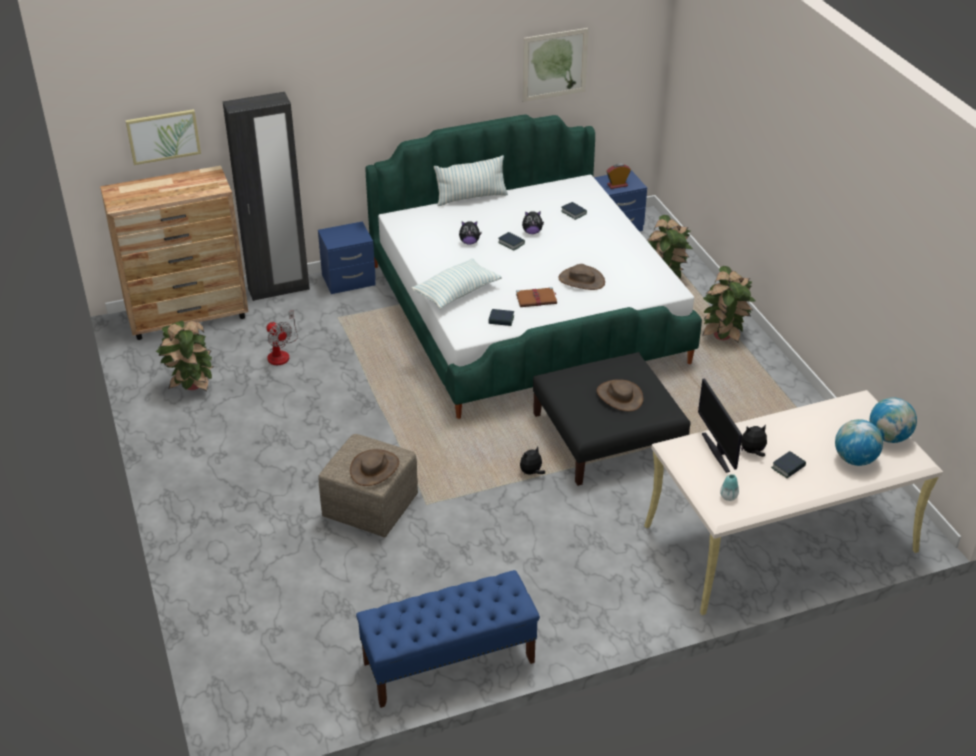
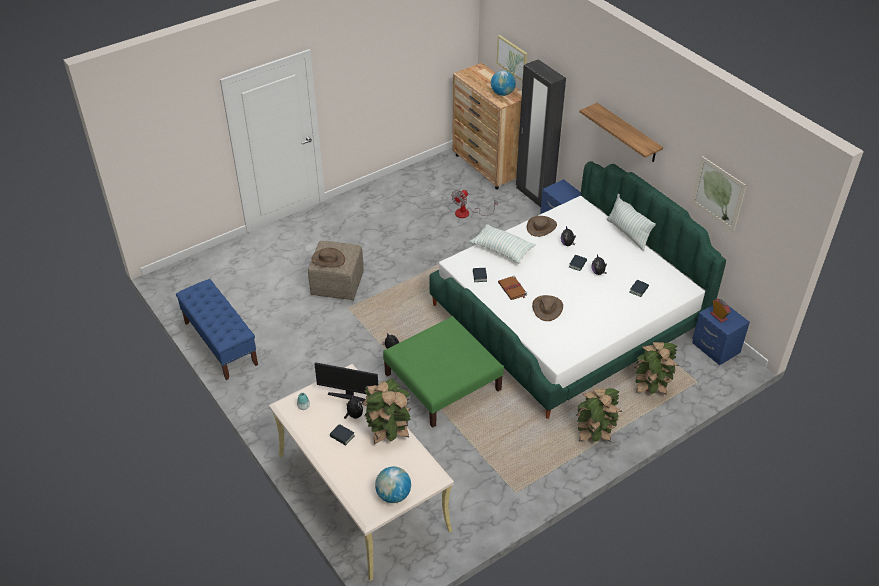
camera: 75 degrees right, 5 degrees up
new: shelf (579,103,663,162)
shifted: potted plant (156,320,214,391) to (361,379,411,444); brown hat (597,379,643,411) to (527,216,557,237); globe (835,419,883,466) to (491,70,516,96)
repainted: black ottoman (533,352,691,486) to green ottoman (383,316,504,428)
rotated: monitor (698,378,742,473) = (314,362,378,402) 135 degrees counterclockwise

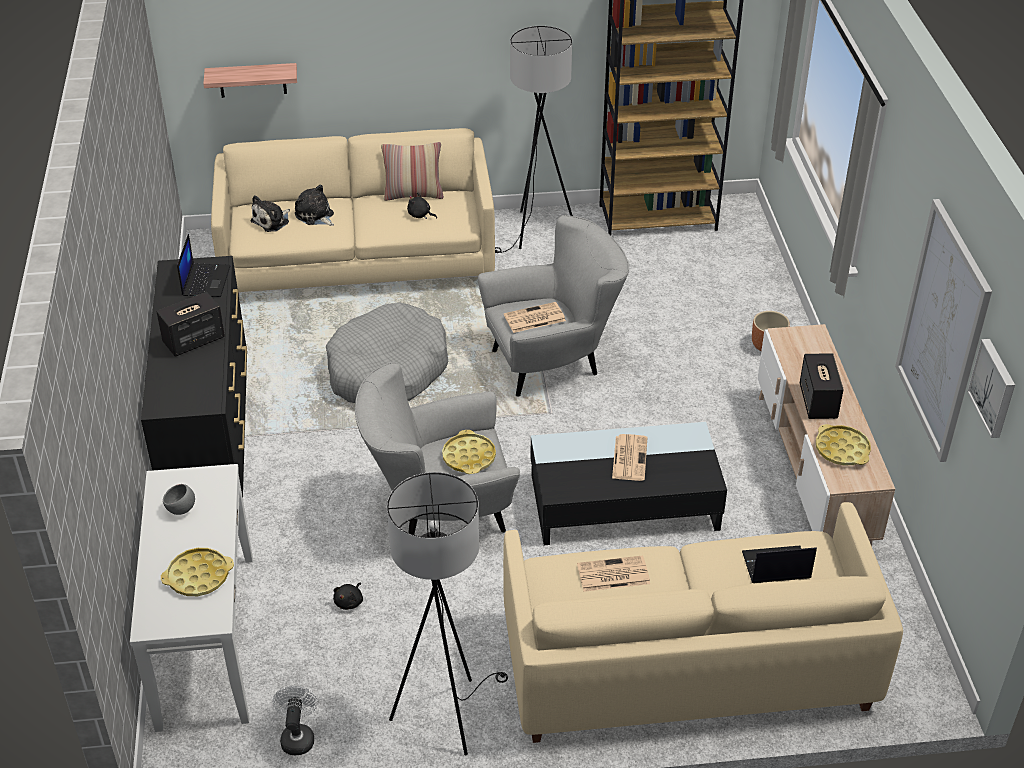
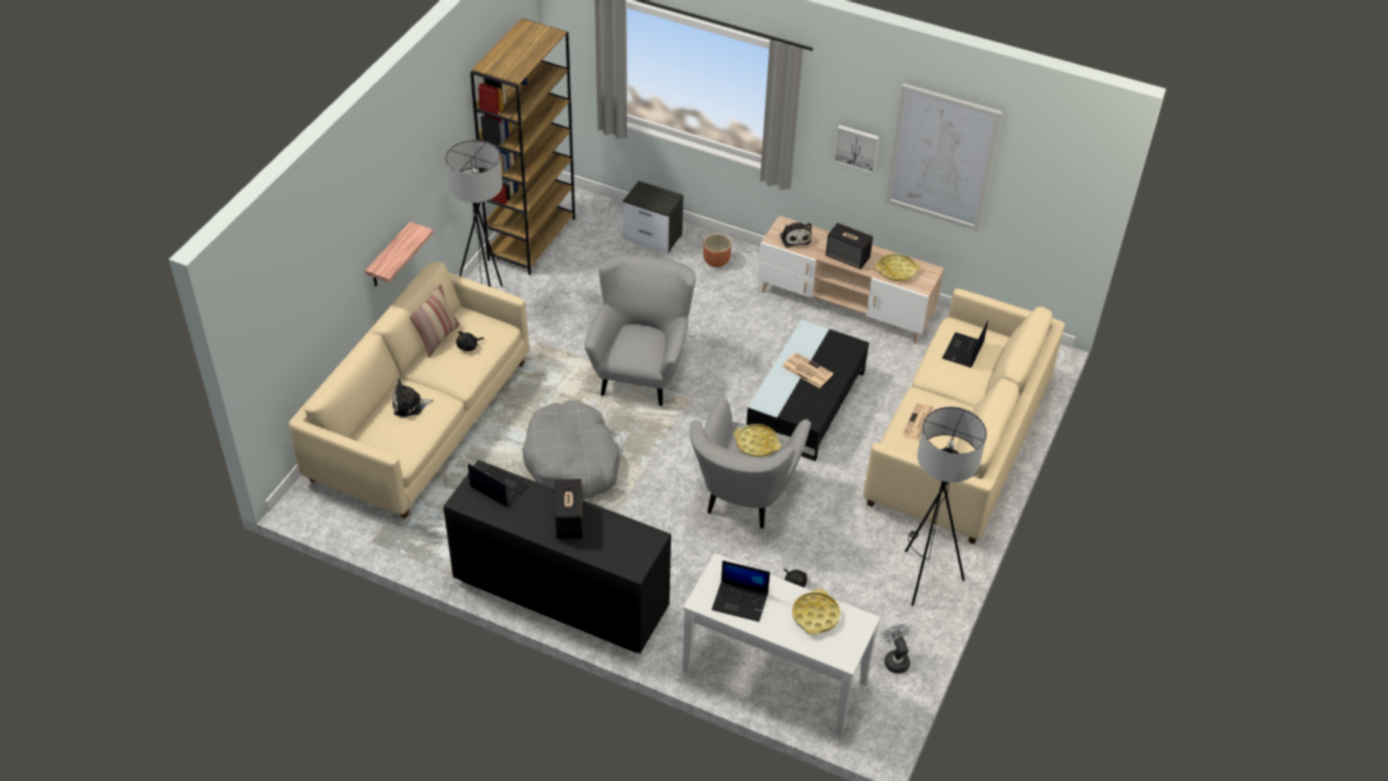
camera: 60 degrees left, 5 degrees up
gone: newspaper (504,302,566,333)
new: nightstand (623,181,684,254)
shifted: shelf (203,63,297,98) to (365,222,434,287); plush toy (250,195,290,232) to (780,222,812,248); picture (967,339,1015,438) to (834,125,880,173)
swapped: grey bowl (163,484,195,515) to laptop (712,561,770,622)
rotated: white fan (273,686,318,755) = (880,622,913,674) 45 degrees clockwise

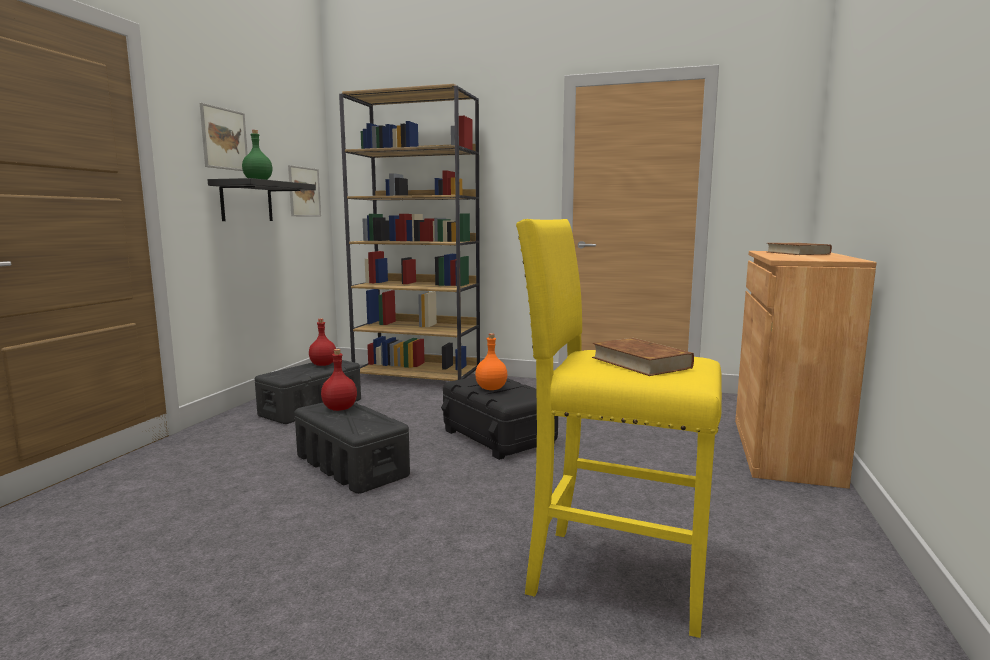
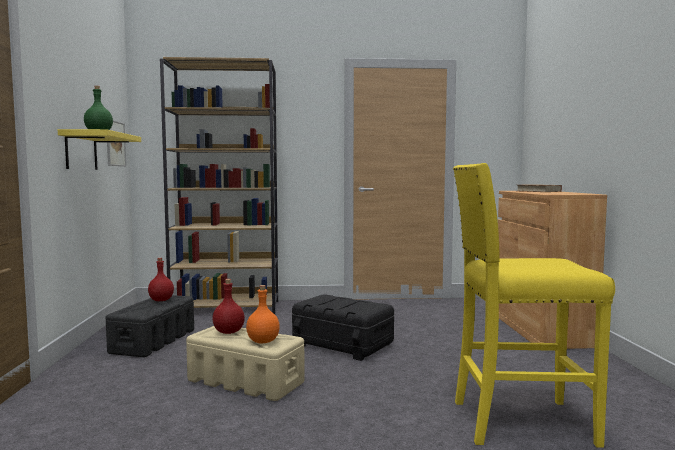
camera: 20 degrees left, 5 degrees down
gone: picture (200,103,248,171); brown book (592,338,694,376)
shifted: orange bottle (475,333,507,390) to (246,285,280,344)
repainted: black shelf (208,178,316,221) to yellow shelf (58,129,141,170); black storage box (295,402,410,494) to beige storage box (186,326,305,401)

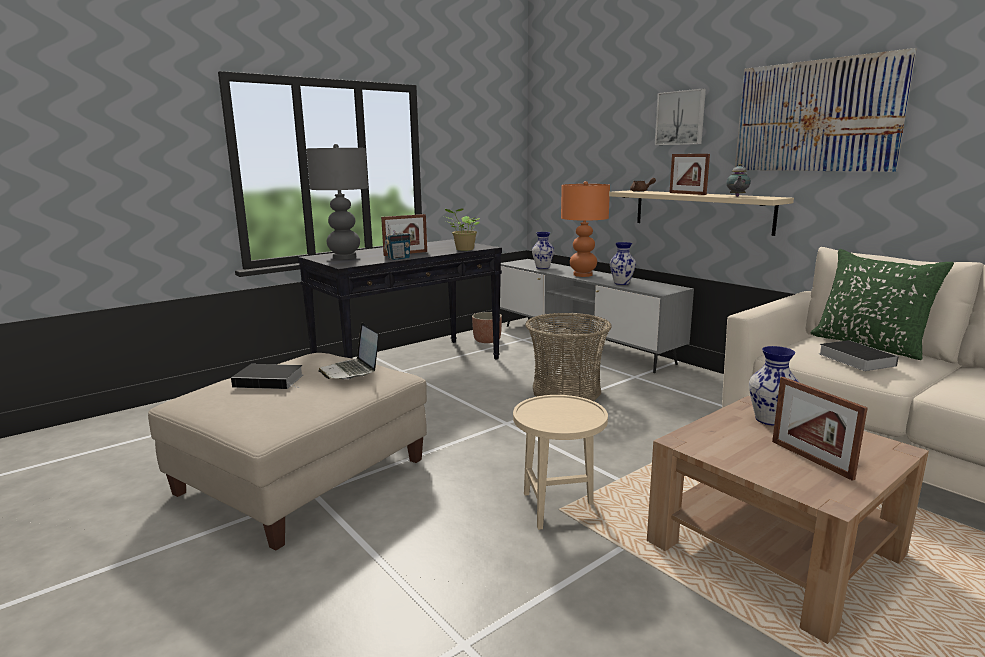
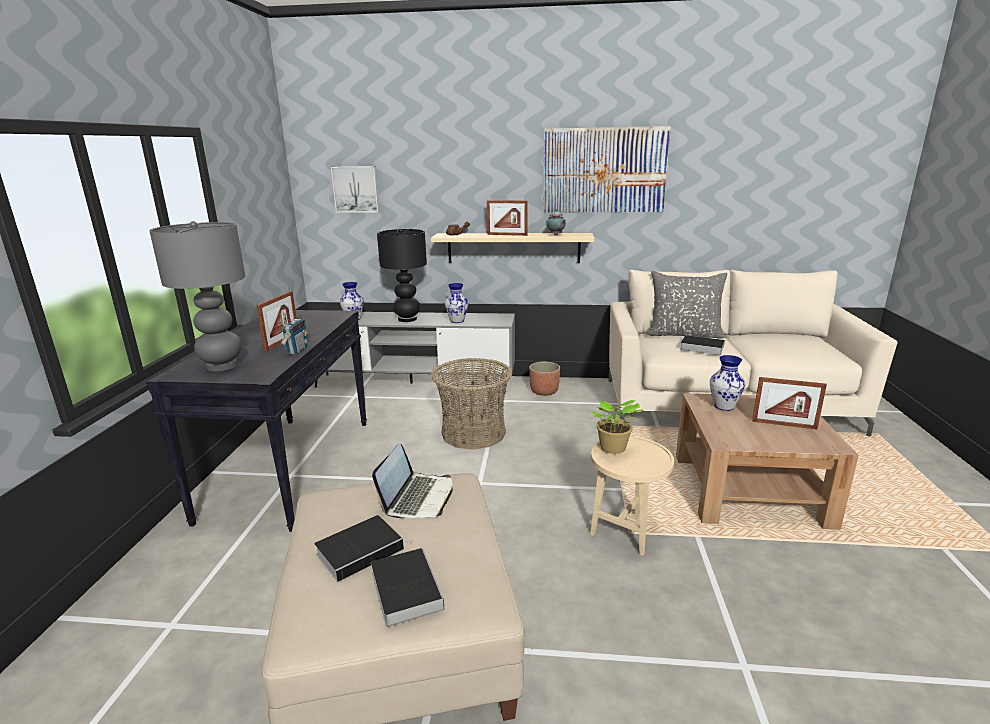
camera: 45 degrees left, 5 degrees up
new: book (371,548,445,627)
shifted: potted plant (445,208,480,251) to (592,400,644,454); planter (472,312,502,343) to (529,362,560,396); picture (655,89,706,145) to (331,166,380,213)
repainted: orange table lamp (561,181,610,277) to black table lamp (377,229,427,322); green pillow (811,249,954,360) to grey pillow (647,271,727,339)
rotated: laptop (318,322,378,379) = (372,443,452,518) 90 degrees counterclockwise

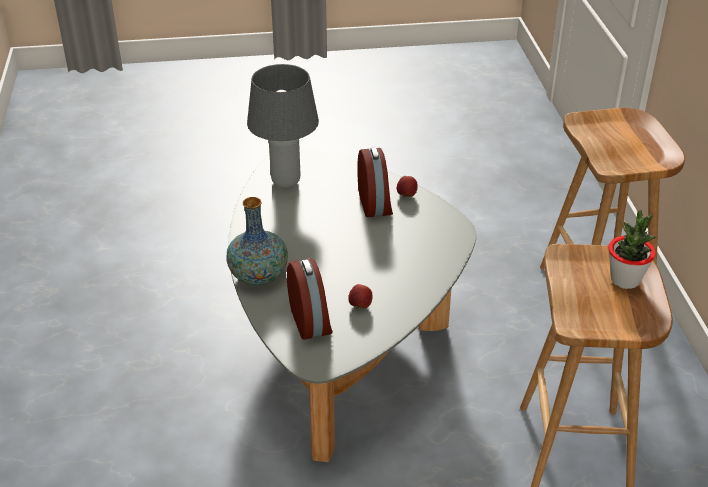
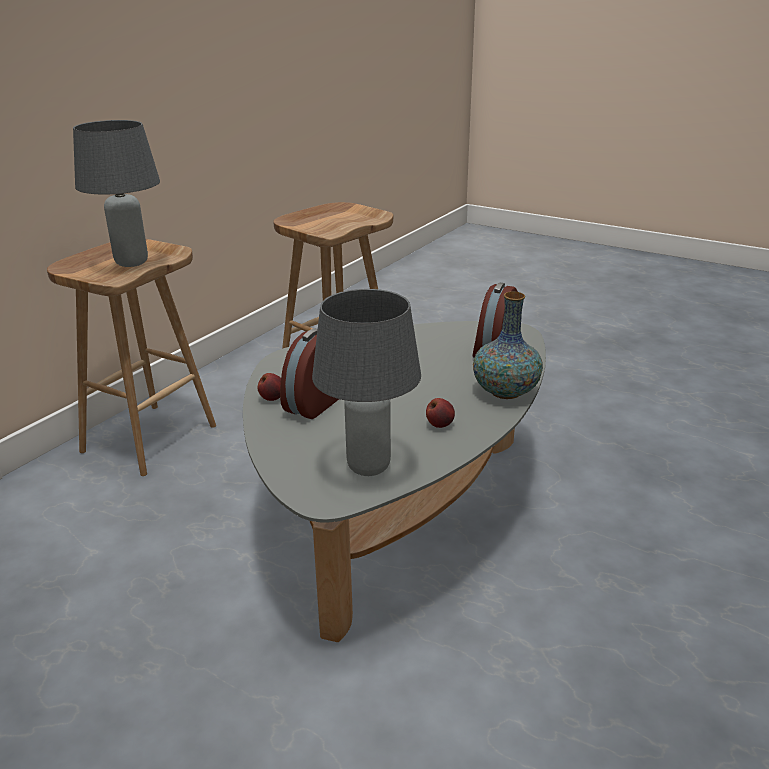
camera: 140 degrees left, 10 degrees down
gone: potted plant (608,210,656,289)
new: grey table lamp (73,120,160,267)
shifted: apple (348,284,372,308) to (426,398,455,428)

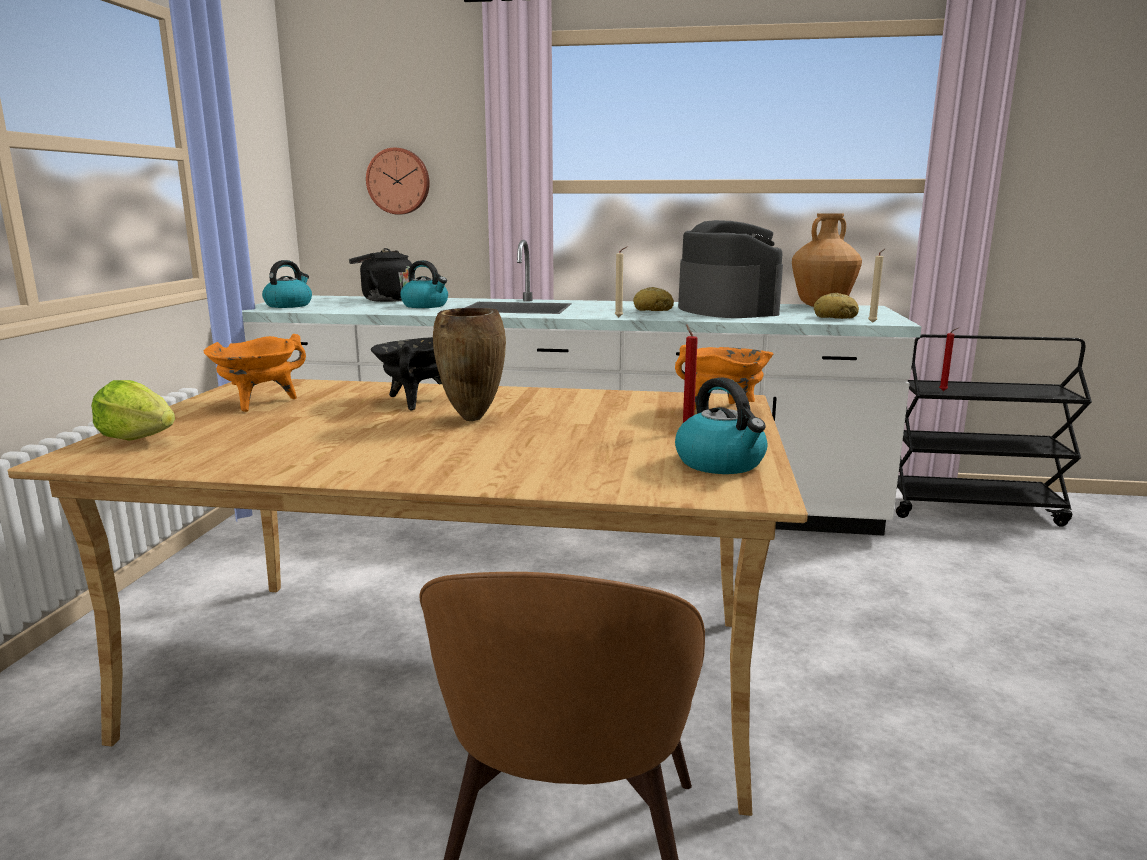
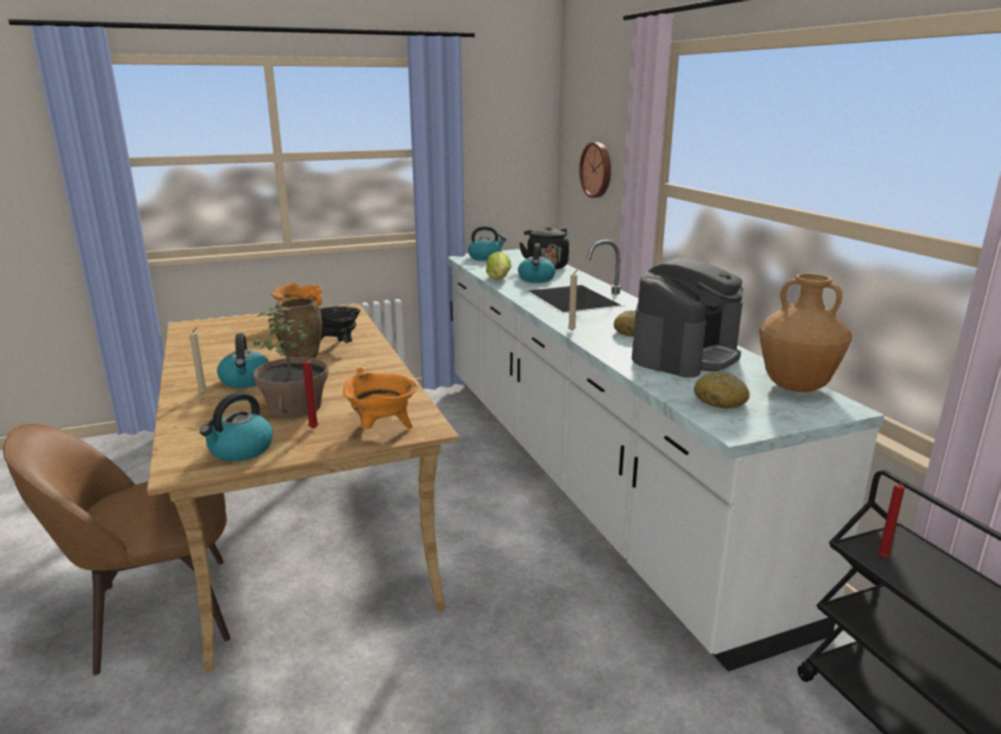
camera: 60 degrees right, 5 degrees up
new: kettle (217,333,269,388); potted plant (253,307,329,418)
shifted: lettuce (91,380,175,441) to (486,251,512,280); beige candle (868,248,886,323) to (189,327,207,394)

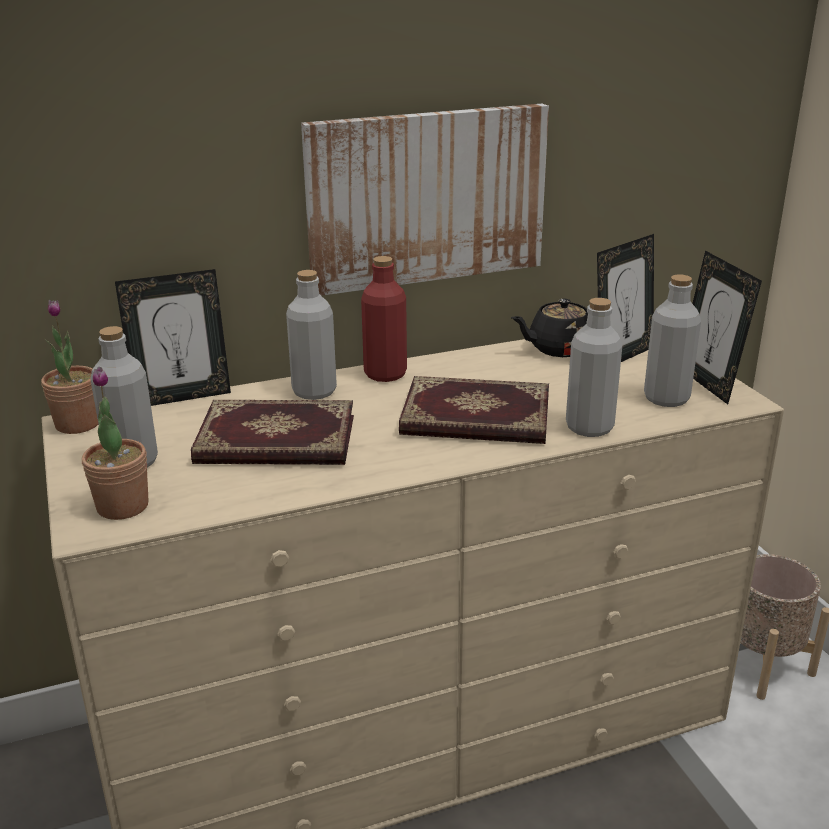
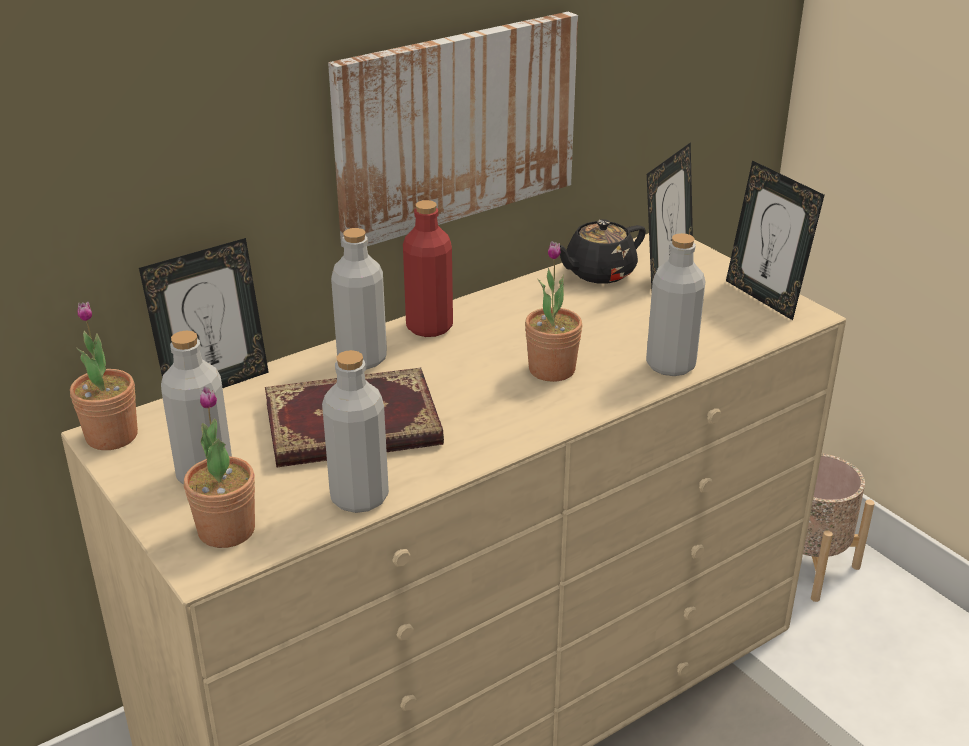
camera: 15 degrees left, 5 degrees up
shifted: grey bottle (644,275,701,407) to (322,350,389,513)
swapped: book (399,376,549,444) to potted plant (525,241,582,382)

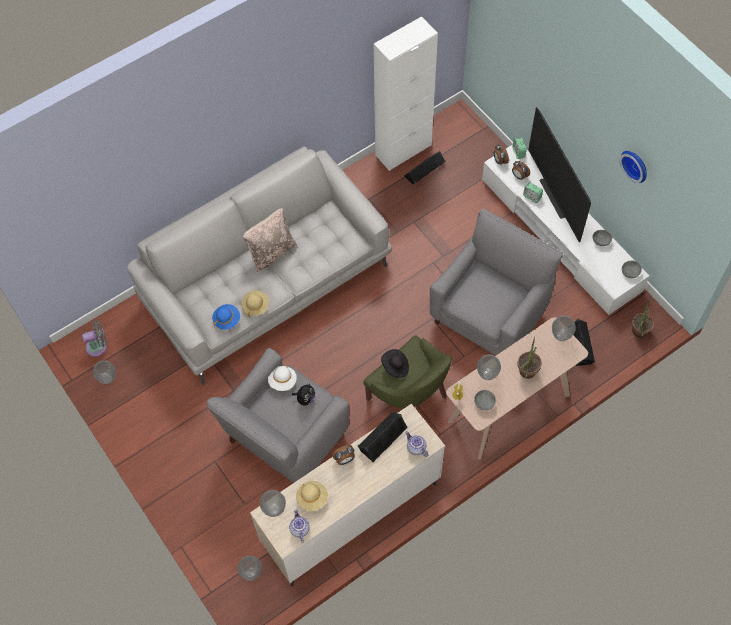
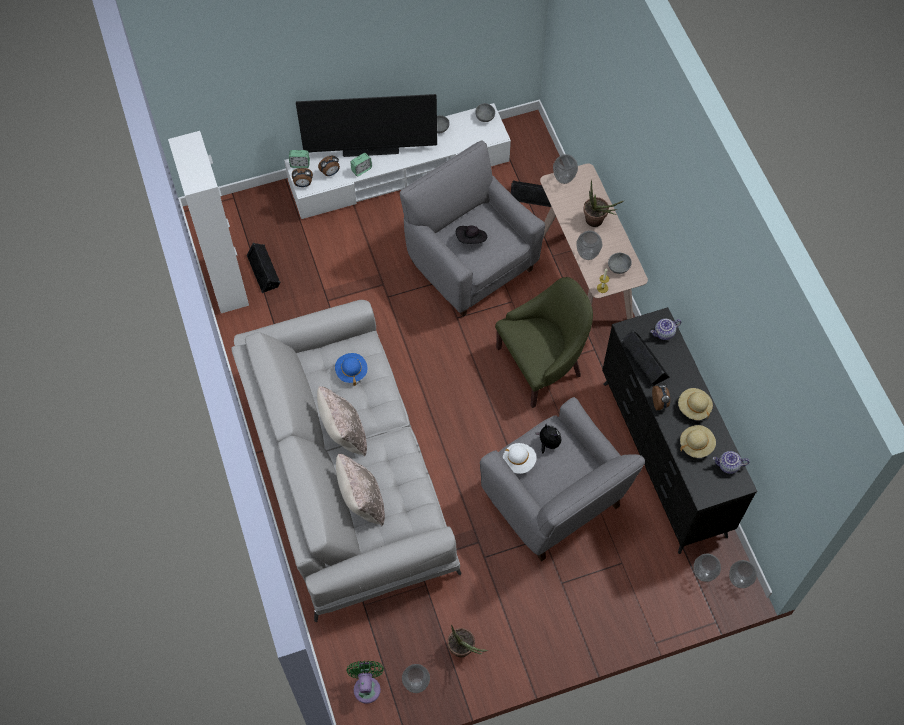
camera: 75 degrees left, 0 degrees up
gone: wall clock (620,151,647,183)
new: beige pillow (336,454,385,526)
shifted: blue hat (212,304,240,330) to (335,353,367,386); beige hat (241,291,269,318) to (678,388,713,420); vase (260,490,286,517) to (729,560,757,588); black hat (381,349,409,378) to (456,225,487,244); potted plant (632,299,654,338) to (448,625,488,657)
repainted: grey fan (82,320,107,357) to green fan (347,661,384,704); beige dresser (250,404,445,587) to black dresser (602,307,757,554)

